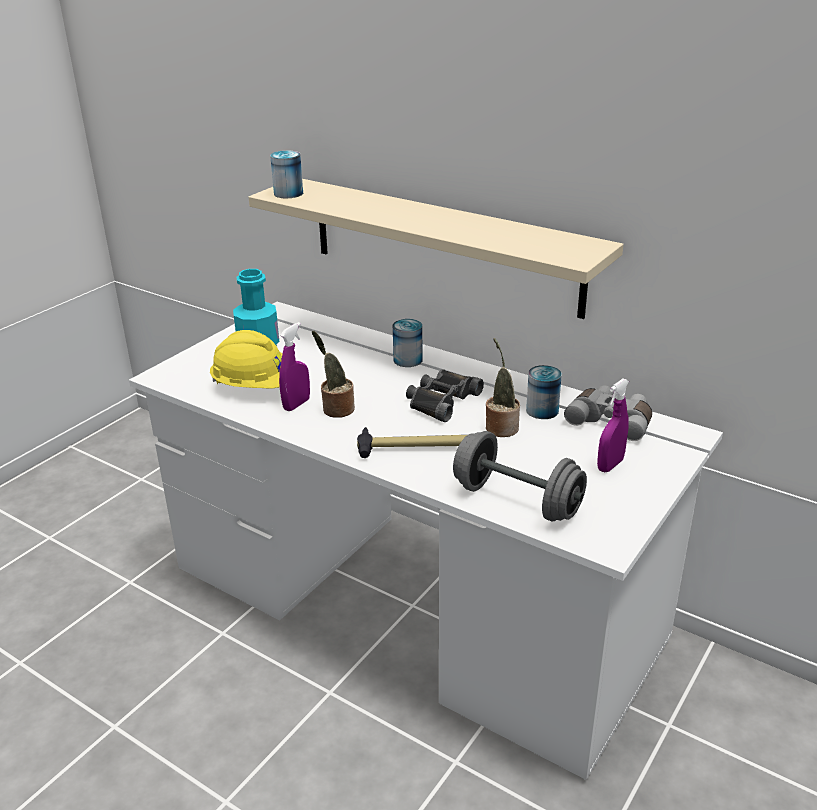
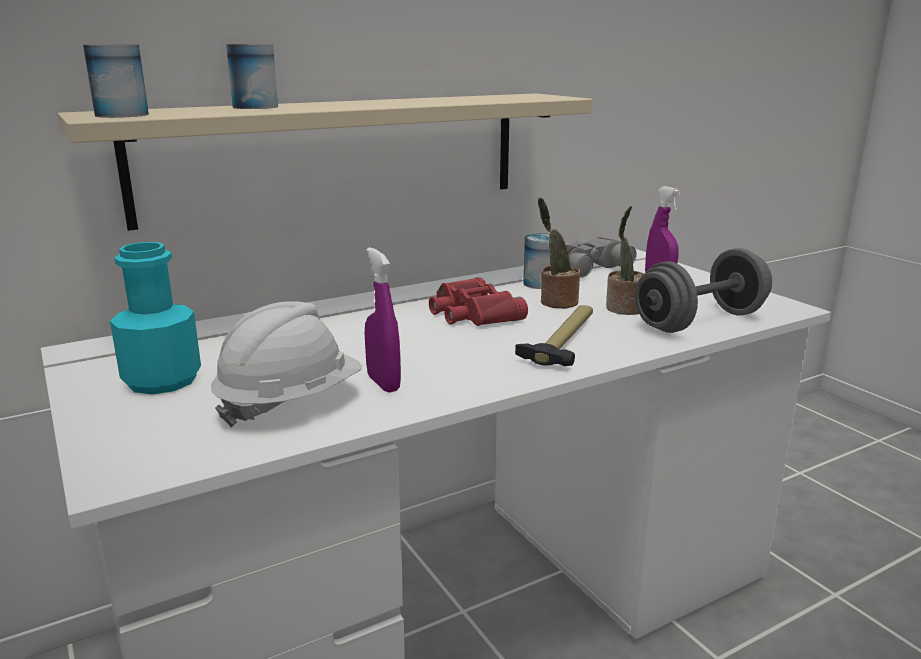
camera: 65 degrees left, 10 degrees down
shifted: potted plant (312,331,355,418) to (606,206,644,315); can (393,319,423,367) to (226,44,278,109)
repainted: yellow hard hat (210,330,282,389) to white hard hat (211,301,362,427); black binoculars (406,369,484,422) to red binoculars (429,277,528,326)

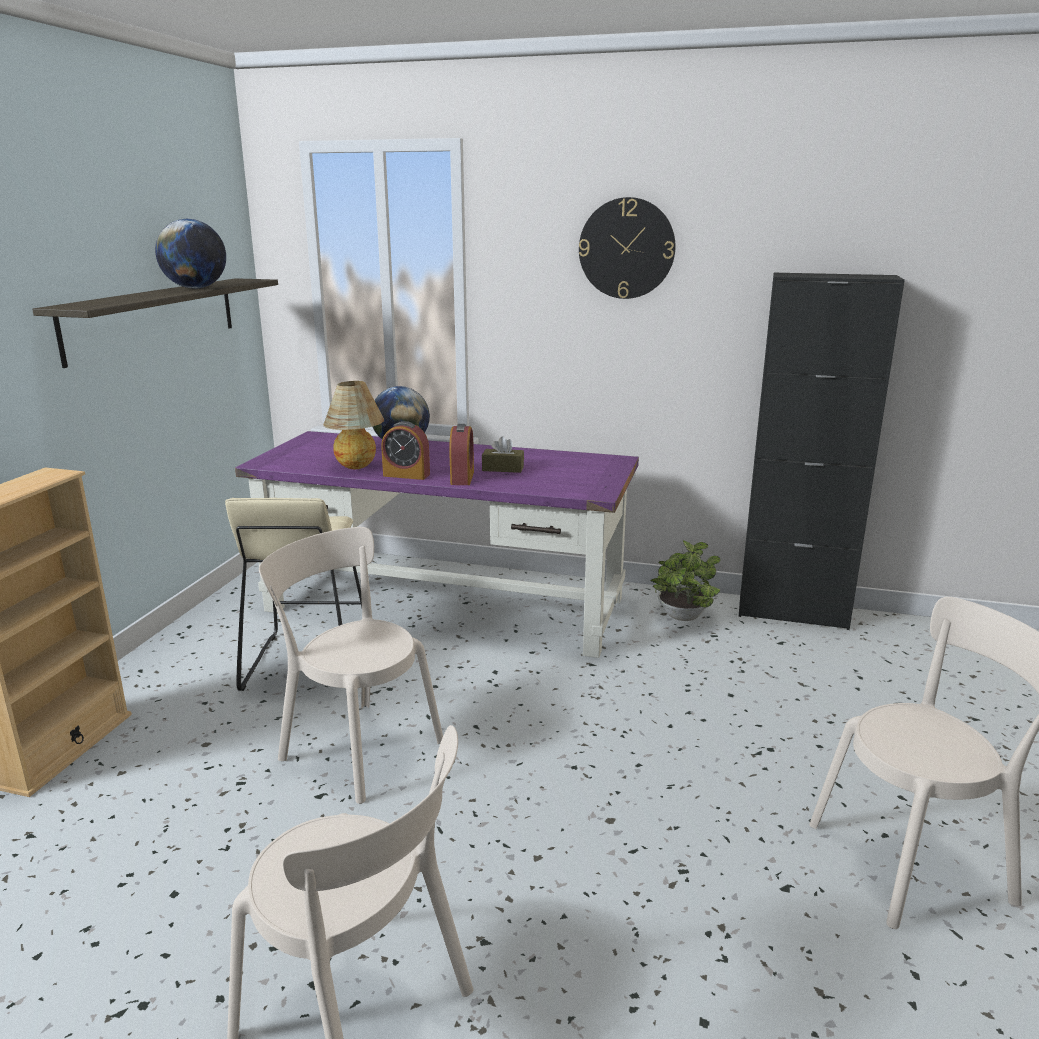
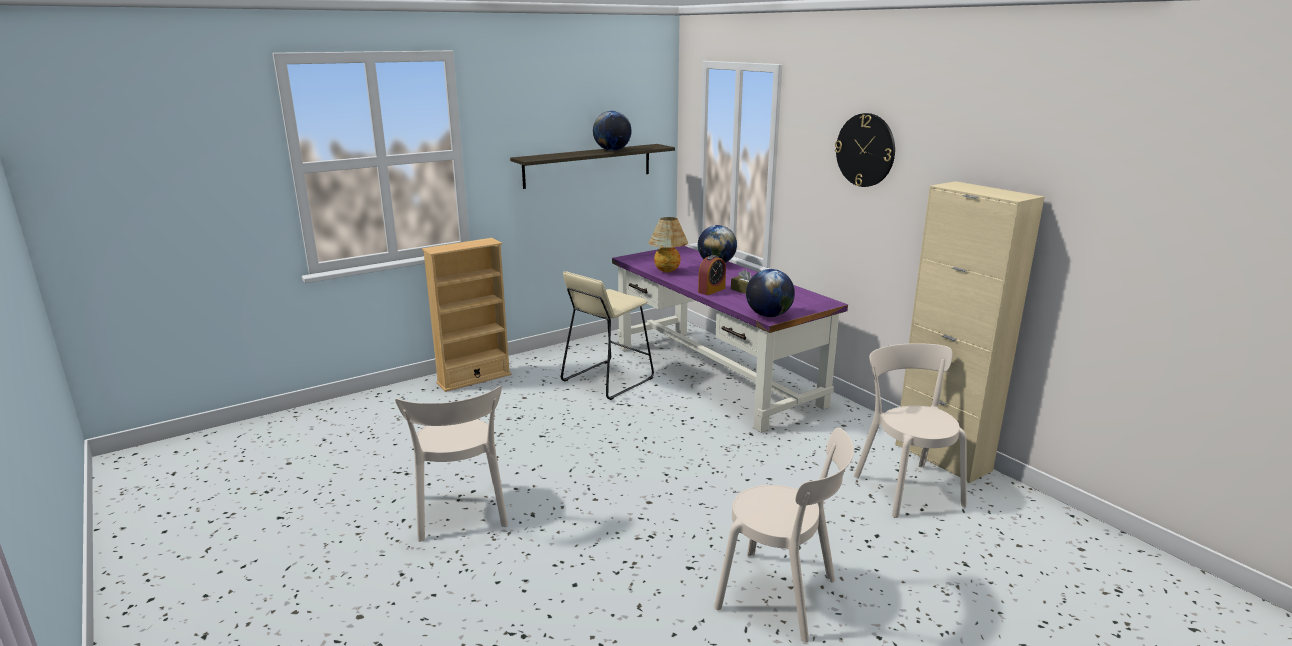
camera: 40 degrees right, 0 degrees up
gone: alarm clock (381,421,430,480); potted plant (650,540,720,621)
new: globe (746,269,795,317)
shifted: beige chair (259,527,443,804) to (854,343,967,518)
repainted: black cabinet (739,272,905,630) to beige cabinet (895,181,1045,483)

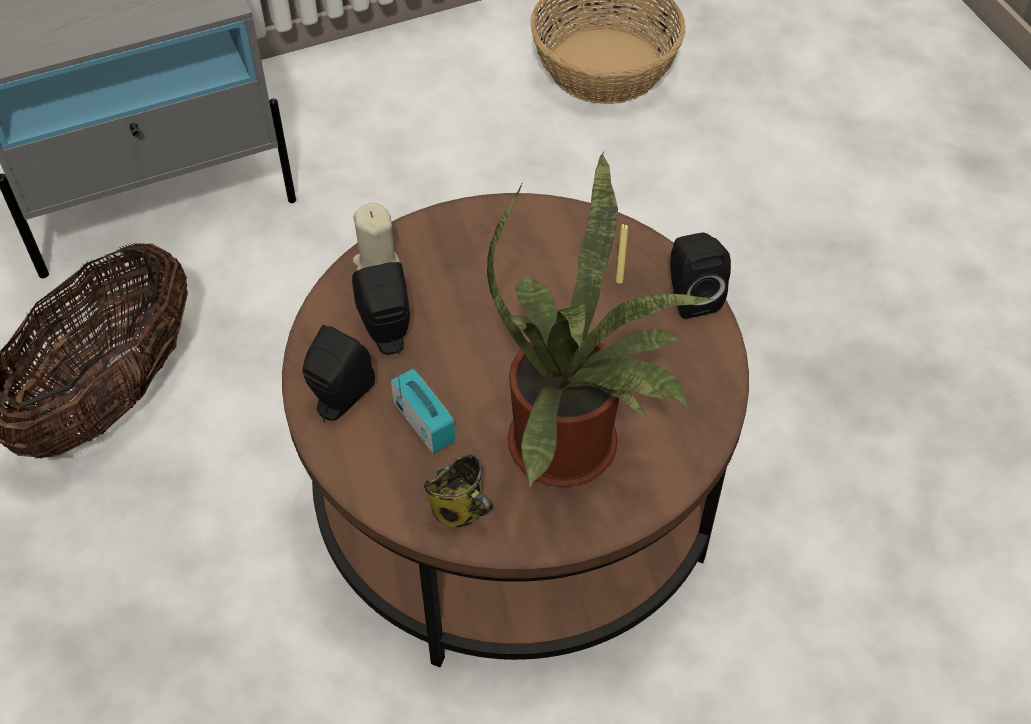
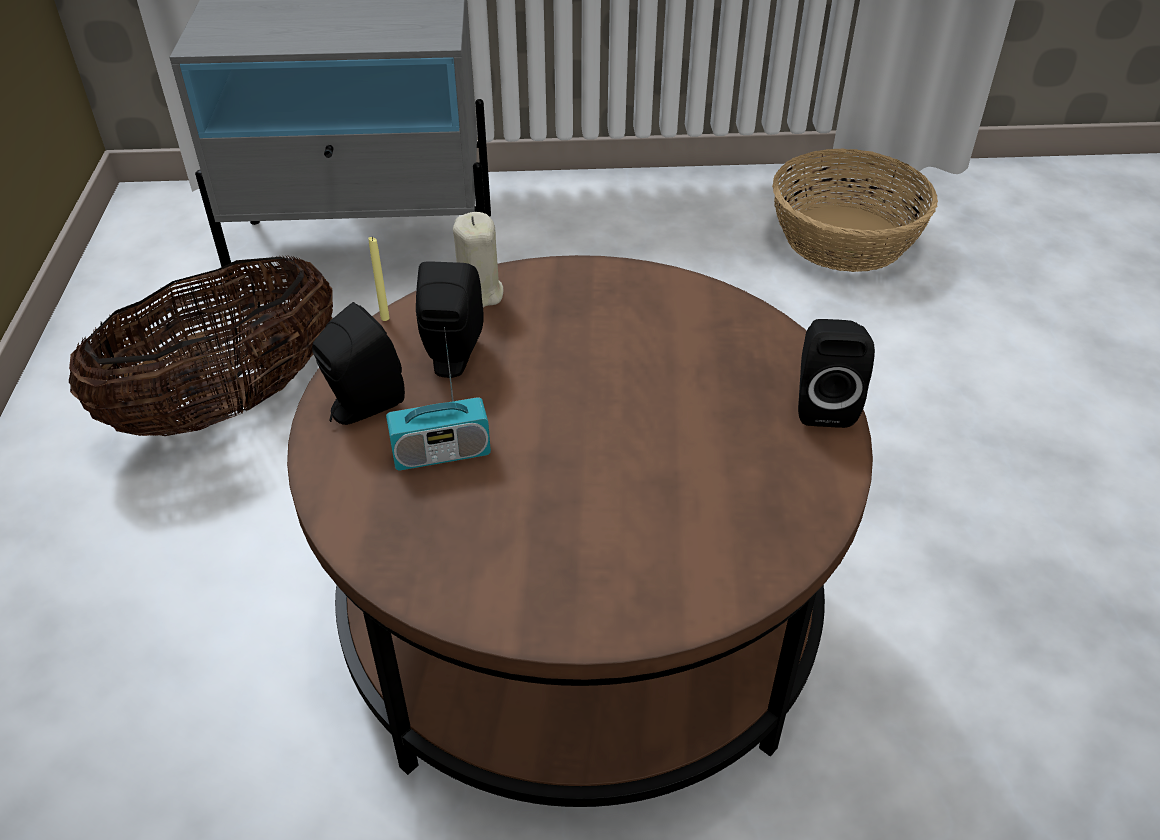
camera: 20 degrees right, 10 degrees down
gone: mug (424,455,493,528); potted plant (487,152,716,489)
shifted: yellow candle (616,224,628,284) to (368,237,390,321)
rotated: radio (391,350,456,454) = (386,327,491,470) 90 degrees clockwise

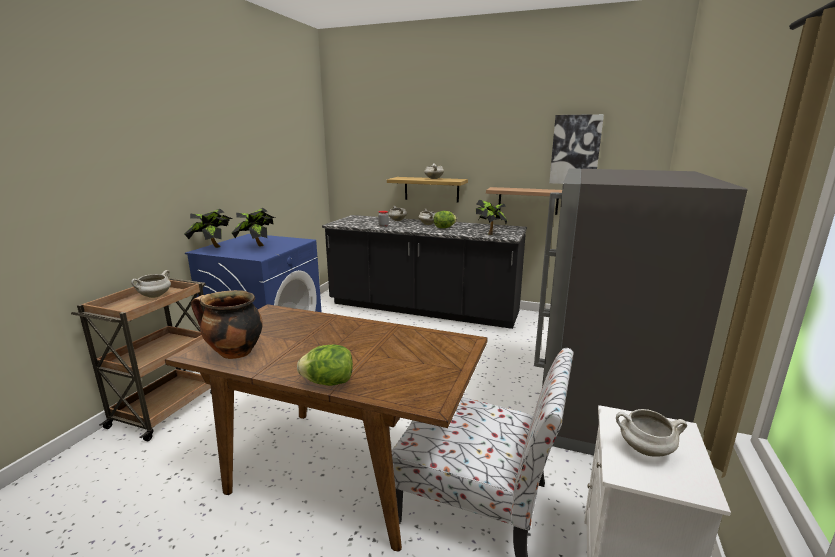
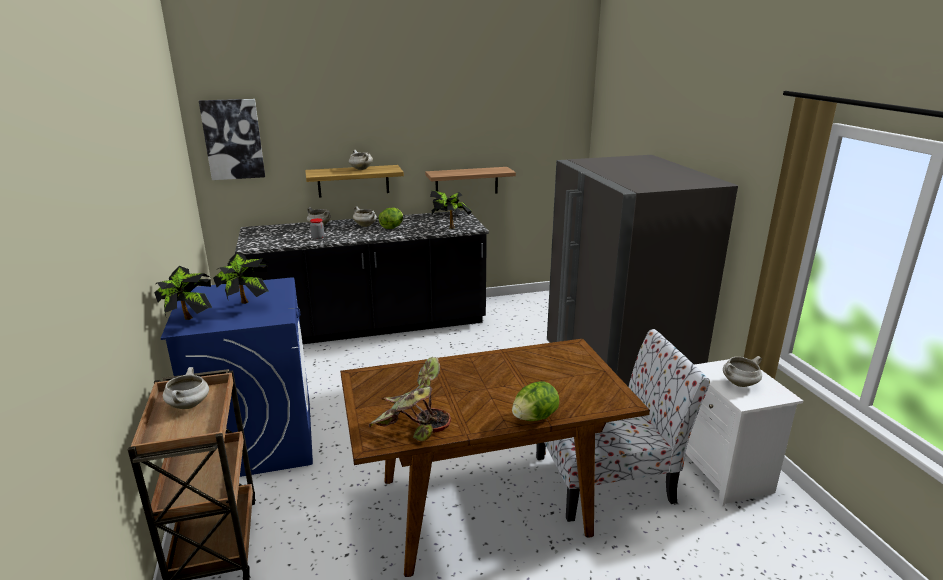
camera: 35 degrees left, 5 degrees up
shifted: picture (549,114,604,184) to (199,99,265,180)
swapped: cooking pot (191,290,263,359) to potted plant (369,357,451,441)

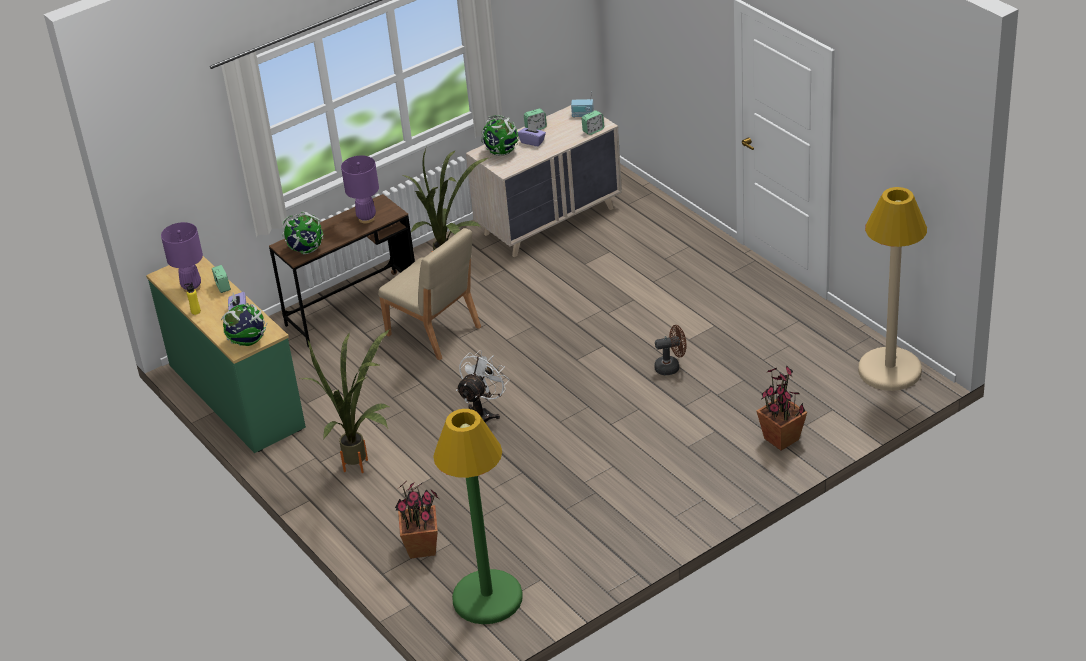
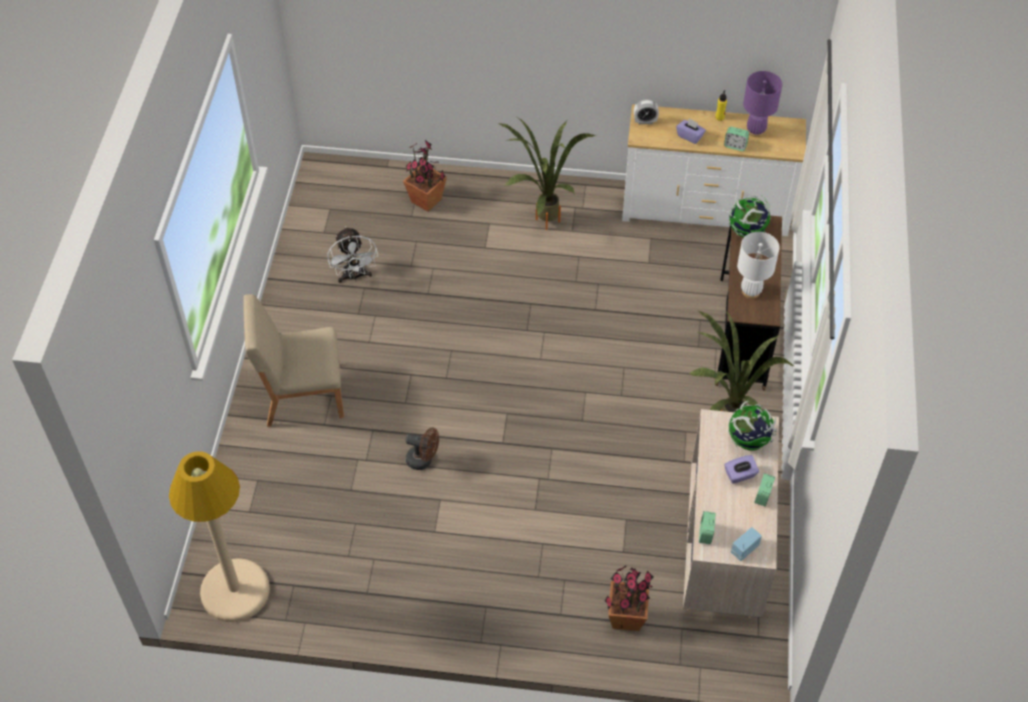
camera: 130 degrees right, 15 degrees up
gone: green floor lamp (433,409,523,624)
shifted: beige chair (378,228,481,360) to (244,294,344,427); white fan (456,350,509,422) to (327,227,378,283); potted plant (757,365,807,450) to (605,566,654,631)
swapped: globe (221,299,267,346) to alarm clock (634,99,659,124)
repainted: green dresser (146,256,306,453) to white dresser (622,104,806,236); purple table lamp (341,155,379,223) to white table lamp (737,232,780,299)
rotated: brown fan (654,325,687,375) = (406,427,439,470) 105 degrees counterclockwise

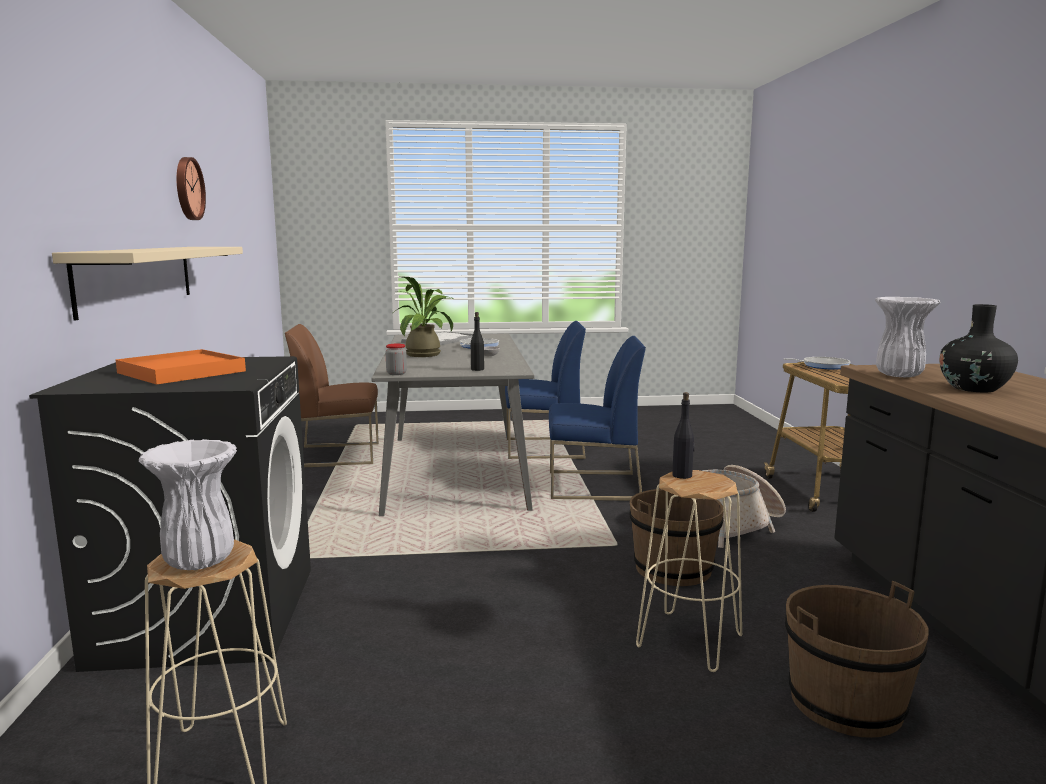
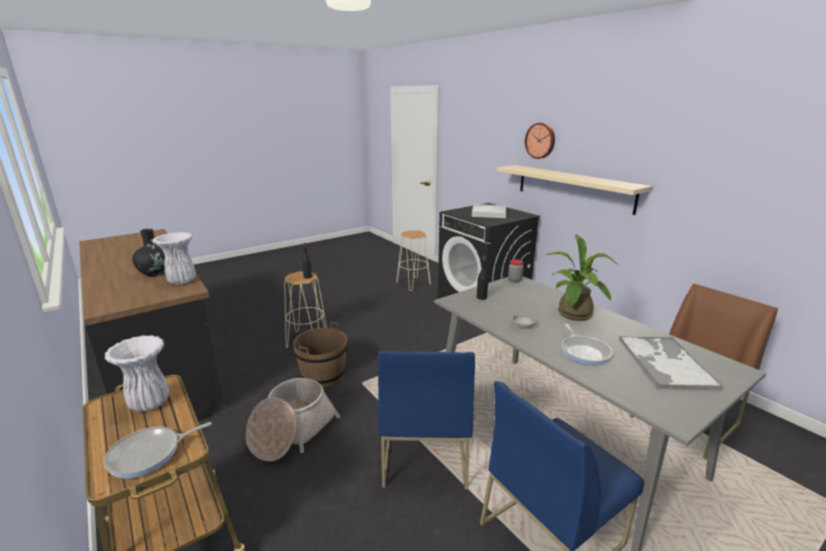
camera: 150 degrees right, 10 degrees up
gone: brown bucket (785,581,929,738)
shifted: white vase (139,439,237,570) to (105,335,169,412); wall clock (176,157,206,220) to (525,123,555,159)
repainted: orange tray (116,349,246,384) to white tray (472,204,506,218)
rotated: blue chair (549,336,646,501) = (378,351,475,490) 60 degrees counterclockwise

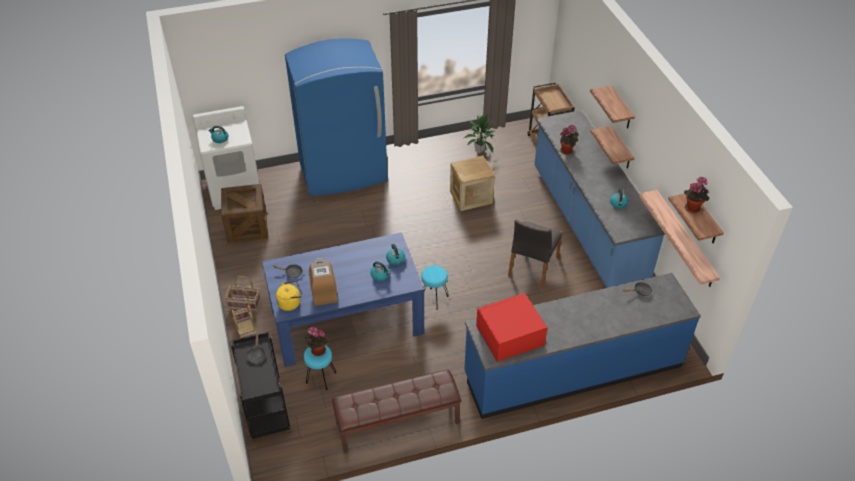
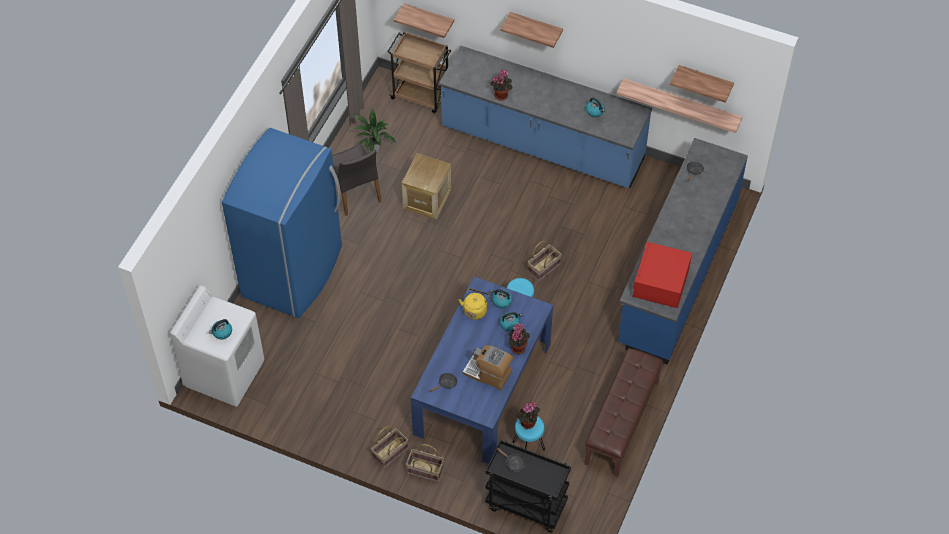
camera: 50 degrees left, 10 degrees up
gone: crate (221,184,268,243)
new: basket (527,241,562,282)
shifted: yellow kettle (276,281,302,311) to (459,289,489,320); grey chair (508,219,562,287) to (332,144,382,216); shelf (591,126,634,169) to (394,4,454,38); potted plant (684,177,709,213) to (508,323,530,355)

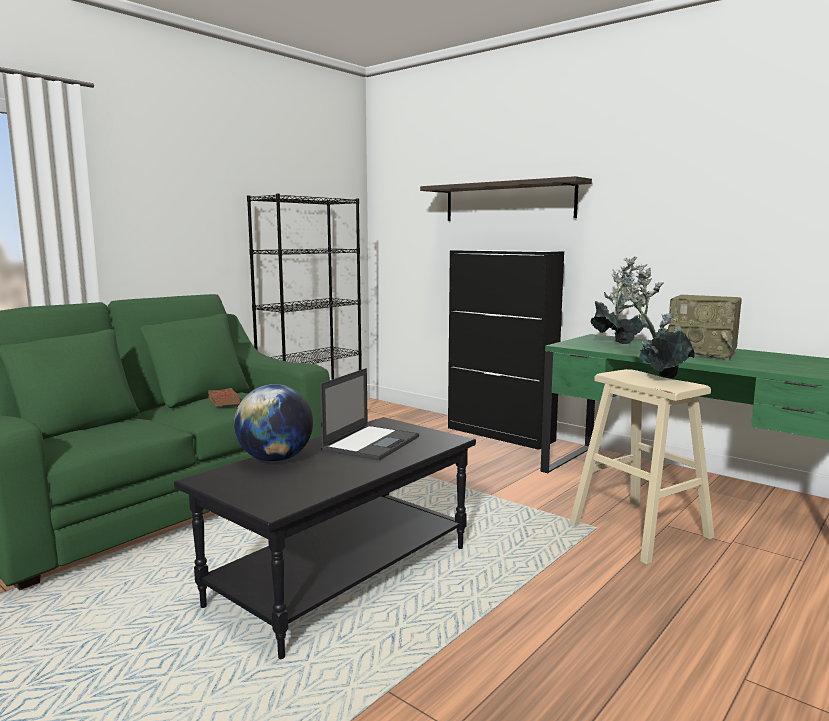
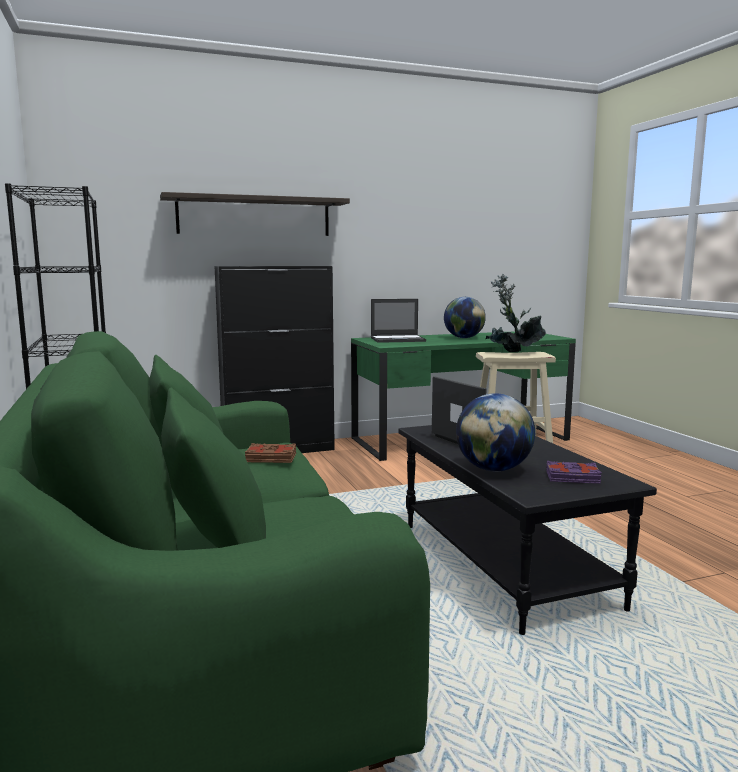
camera: 60 degrees left, 0 degrees up
new: purple book (546,461,602,484)
swapped: potted plant (590,257,647,344) to laptop (371,299,426,343); radio (668,295,742,360) to globe (444,297,486,338)

